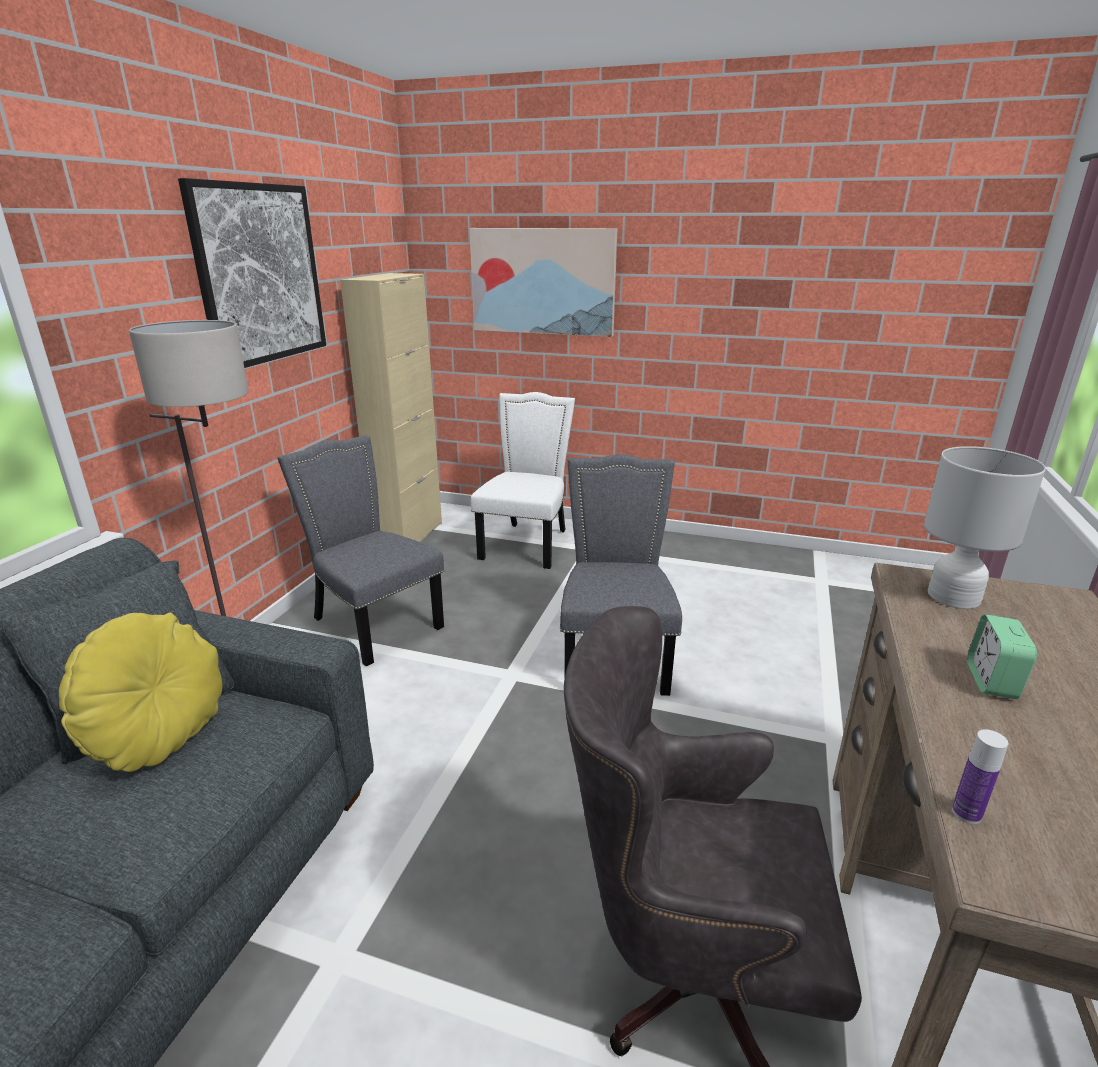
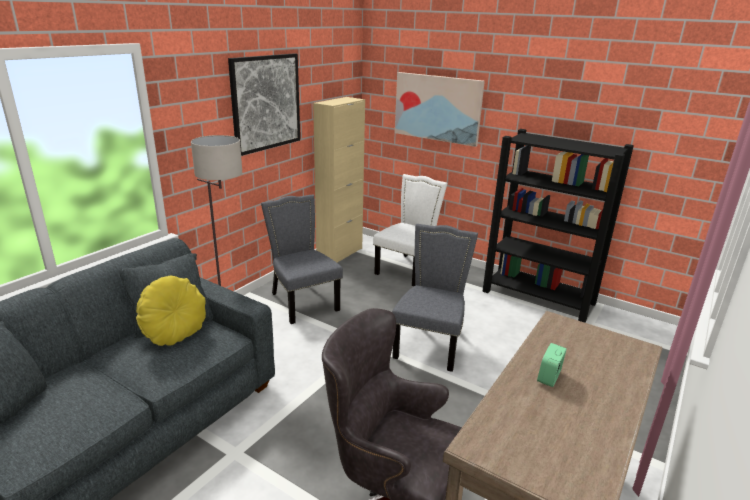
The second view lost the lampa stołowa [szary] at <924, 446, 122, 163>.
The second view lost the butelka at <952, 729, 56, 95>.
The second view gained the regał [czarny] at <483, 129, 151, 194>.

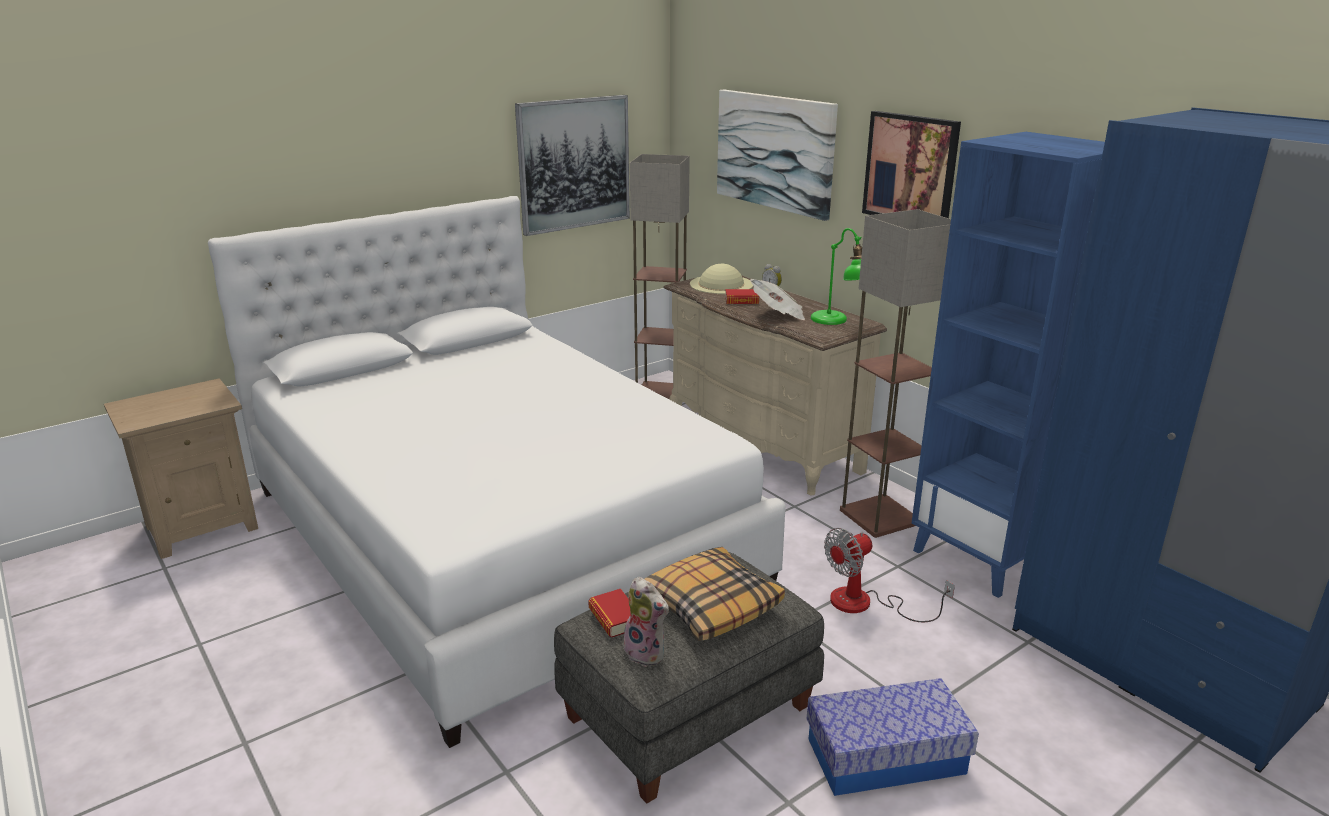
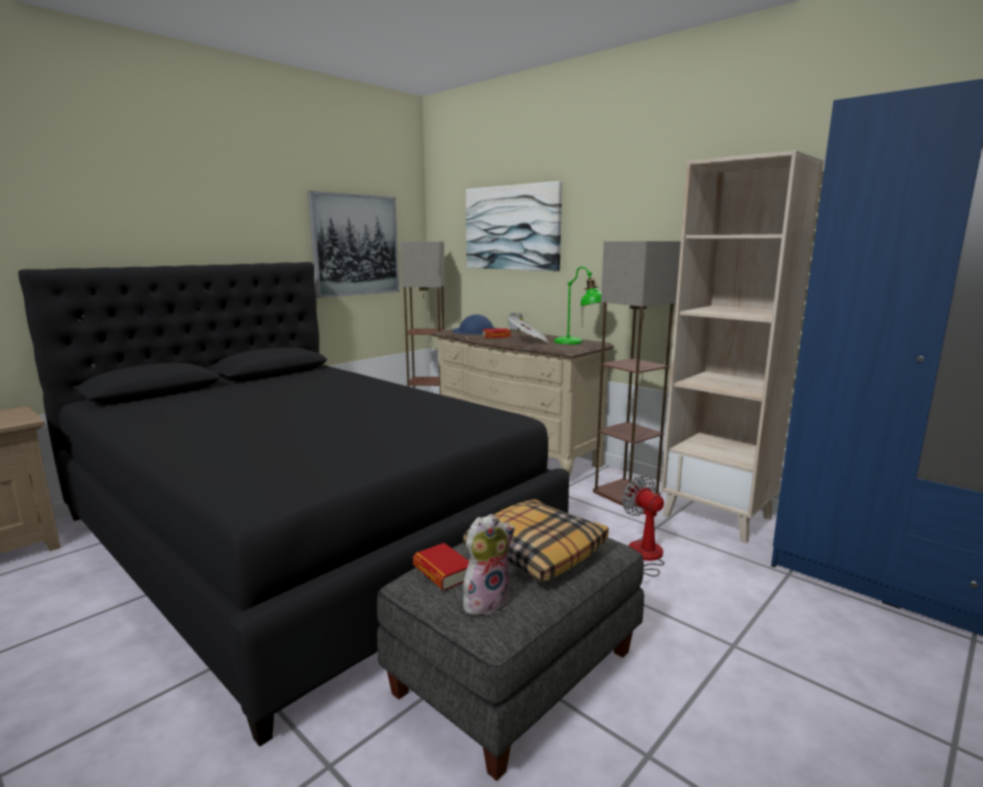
The second view lost the pojemnik do przechowywania at <807, 678, 172, 118>.
The second view lost the obraz at <862, 111, 99, 107>.
What was the łóżko [biały] at <208, 196, 578, 552> turned into the łóżko [czarny] at <18, 262, 551, 485>.
What was the kapelusz [beżowy] at <690, 264, 63, 30> turned into the kapelusz [niebieski] at <452, 315, 47, 20>.
What was the regał [niebieski] at <912, 132, 193, 466> turned into the regał [beżowy] at <661, 150, 163, 393>.
The pluszak at <624, 577, 45, 90> ended up facing another way, 60 degrees counterclockwise from before.
The wentylator at <824, 528, 131, 94> ended up facing another way, 105 degrees clockwise from before.

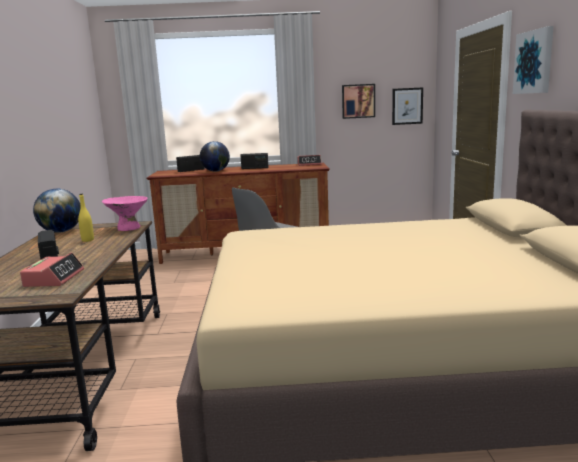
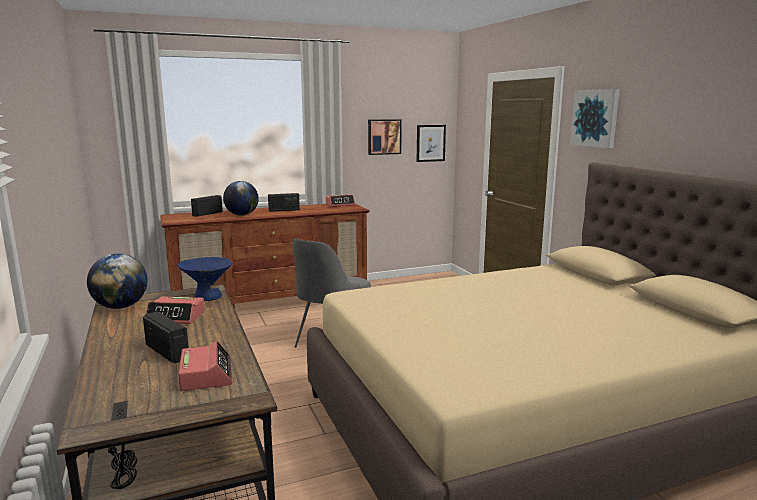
Where the butelka [żółty] stood at <78, 194, 16, 48>, the budzik came to stand at <146, 297, 59, 27>.
What was the miska [różowy] at <102, 196, 46, 35> turned into the miska [niebieski] at <177, 257, 55, 44>.

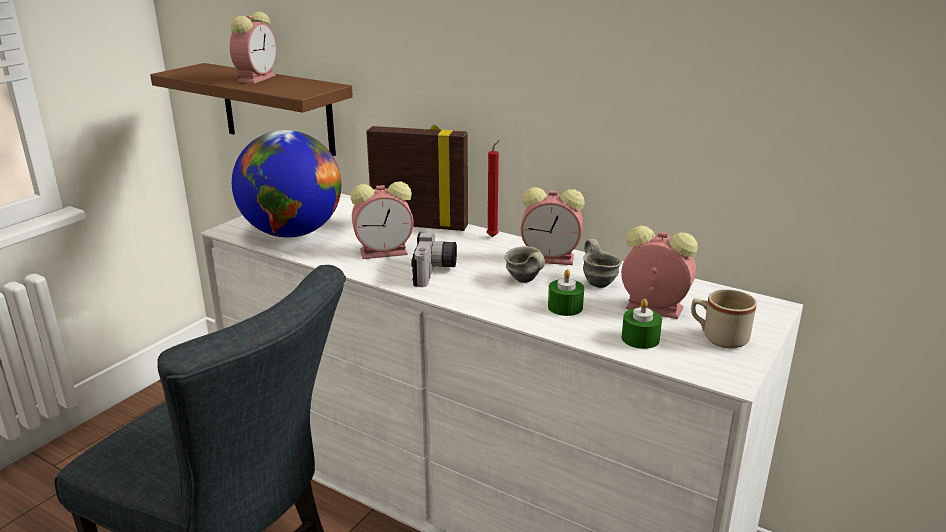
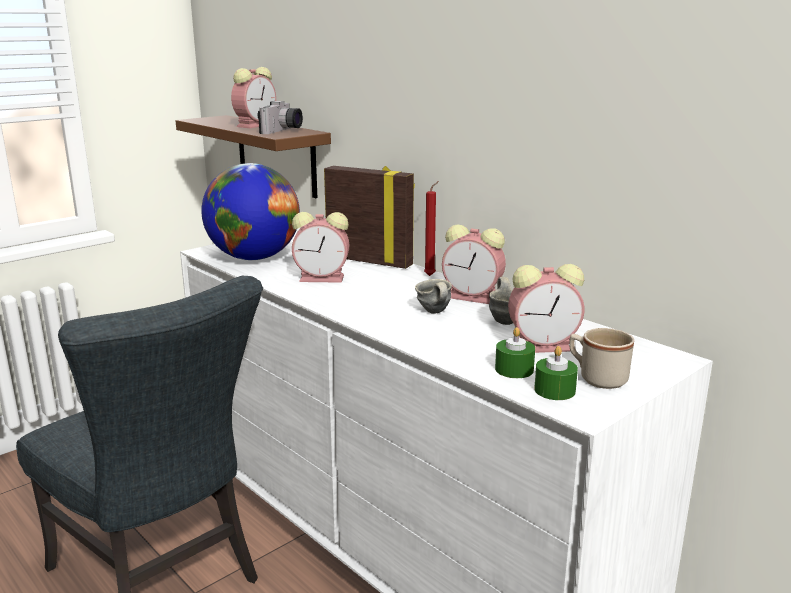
The aparat fotograficzny ended up elsewhere, having gone from <411, 229, 46, 58> to <257, 101, 46, 33>.
The świeca [zielony] ended up elsewhere, having gone from <548, 269, 36, 47> to <534, 346, 44, 54>.
The budzik at <621, 226, 77, 93> ended up facing another way, 135 degrees clockwise from before.

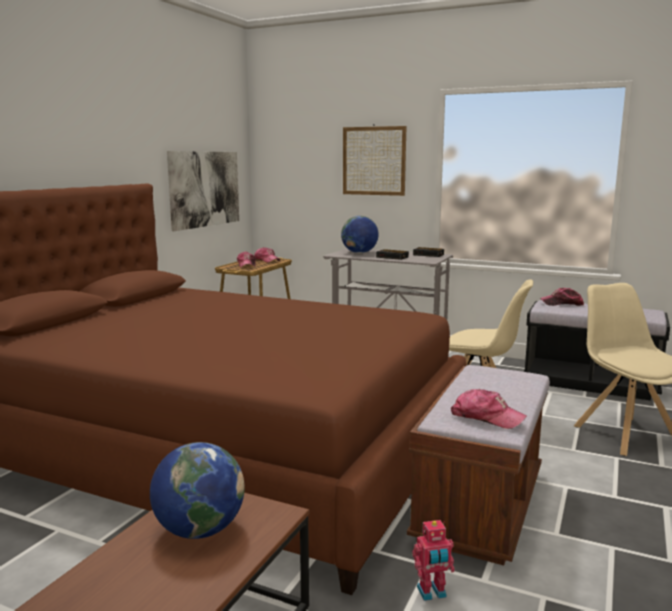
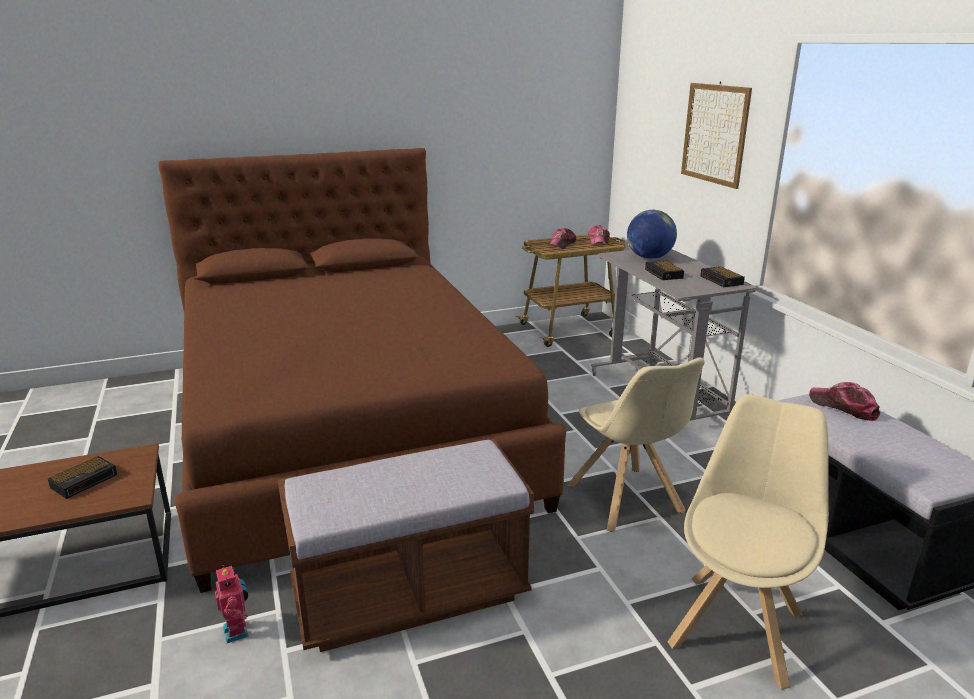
The second view lost the obraz at <167, 151, 72, 80>.
The second view lost the czapka z daszkiem at <451, 389, 76, 40>.
Where the globus stood at <150, 442, 95, 97>, the budzik came to stand at <48, 456, 70, 43>.
The robot zabawkowy at <412, 520, 43, 81> ended up facing another way, 150 degrees counterclockwise from before.

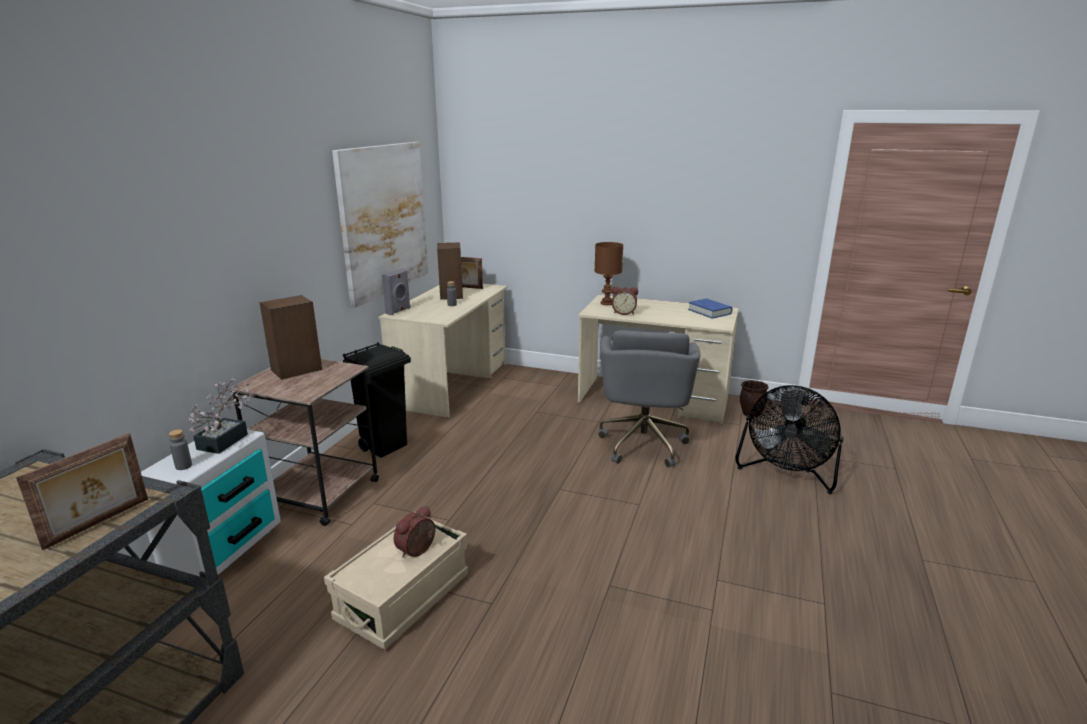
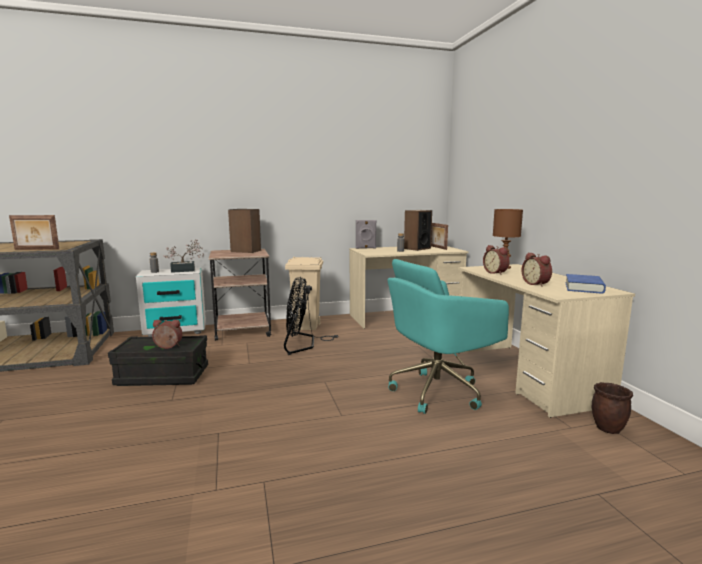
The second view lost the obraz at <332, 142, 96, 166>.
The second view gained the budzik at <521, 252, 31, 35>.
The wentylator [czarny] ended up elsewhere, having gone from <735, 385, 109, 109> to <284, 276, 55, 79>.
What was the pojemnik do przechowywania [beżowy] at <324, 512, 144, 138> turned into the pojemnik do przechowywania [czarny] at <108, 335, 100, 51>.
What was the kosz na śmieci [czarny] at <343, 342, 68, 116> turned into the kosz na śmieci [beżowy] at <285, 257, 38, 73>.
What was the krzesło biurowe [szary] at <598, 330, 102, 138> turned into the krzesło biurowe [turkusowy] at <388, 259, 121, 155>.

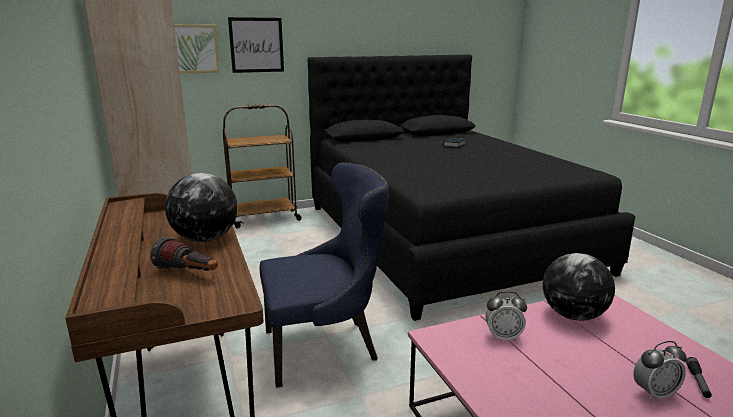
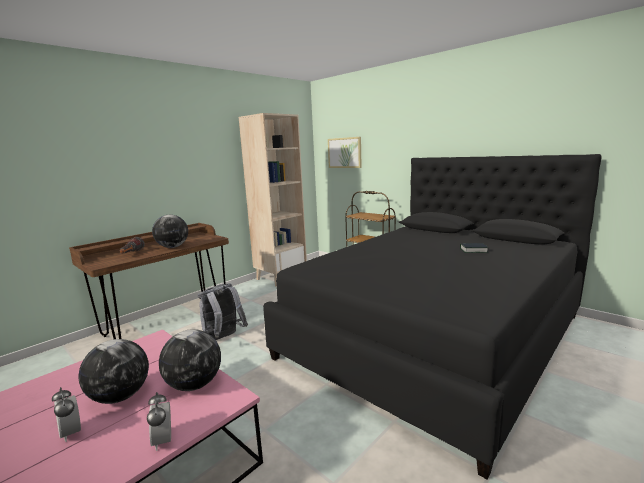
The second view lost the obraz at <228, 17, 56, 56>.
The second view lost the latarka at <686, 357, 26, 41>.
The second view gained the globus at <78, 339, 71, 65>.
The budzik ended up elsewhere, having gone from <485, 291, 42, 50> to <147, 392, 24, 59>.
Where the krzesło [niebieski] stood at <260, 162, 129, 226>, the plecak [szary] came to stand at <198, 283, 50, 57>.

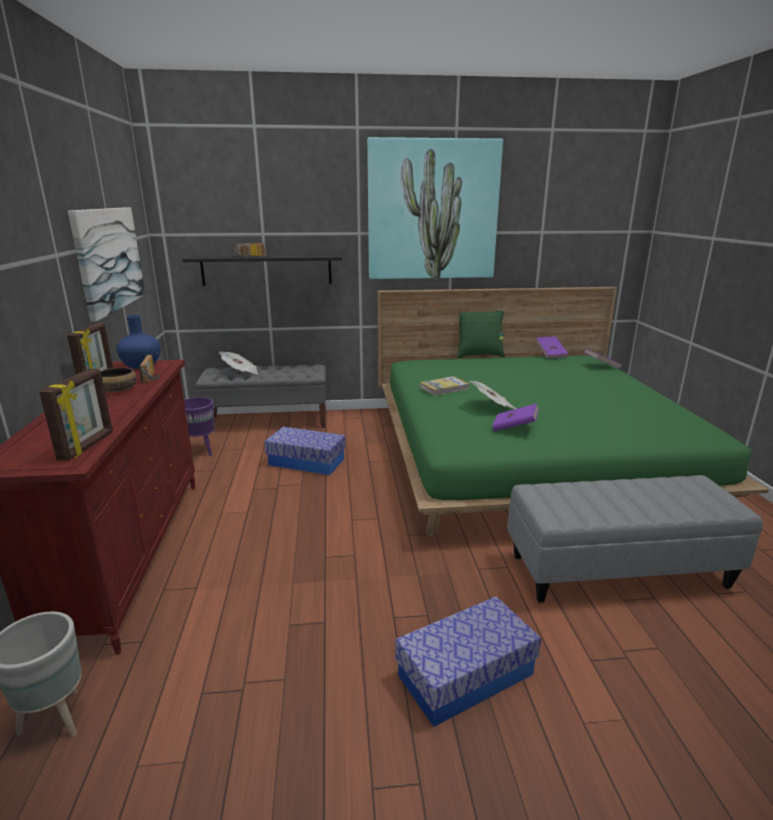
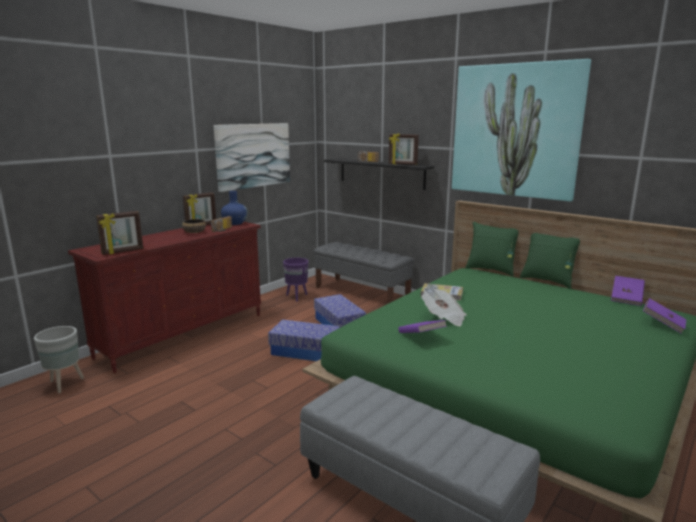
The second view lost the gazeta at <219, 351, 39, 23>.
The second view gained the ramka na zdjęcie at <389, 133, 30, 32>.
The second view gained the poduszka [zielony] at <465, 222, 53, 54>.
The pojemnik do przechowywania ended up elsewhere, having gone from <395, 596, 146, 131> to <268, 319, 72, 42>.

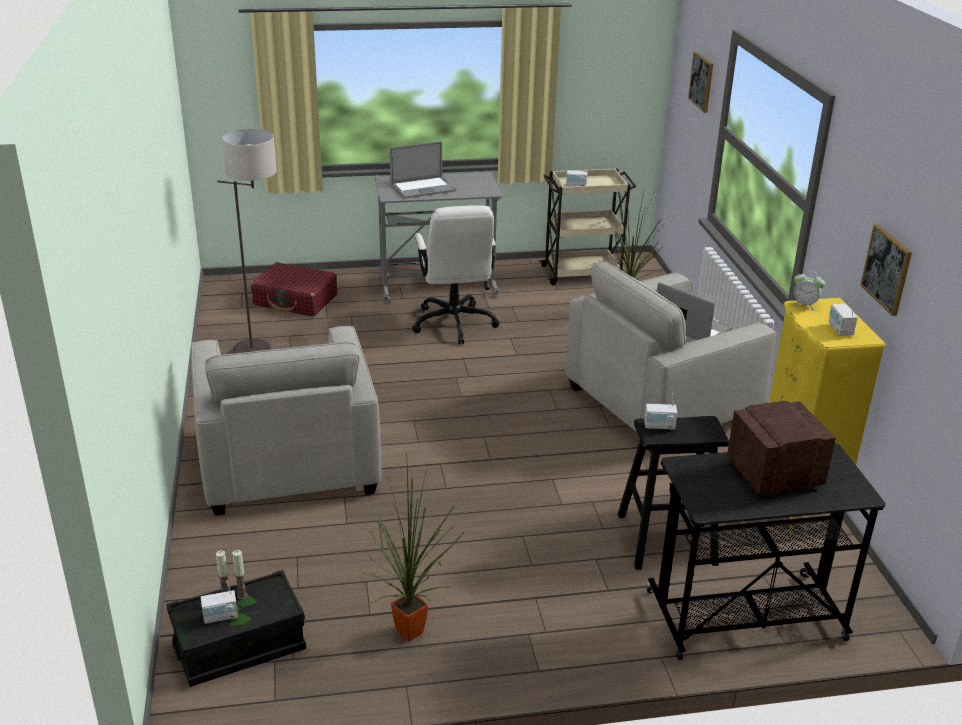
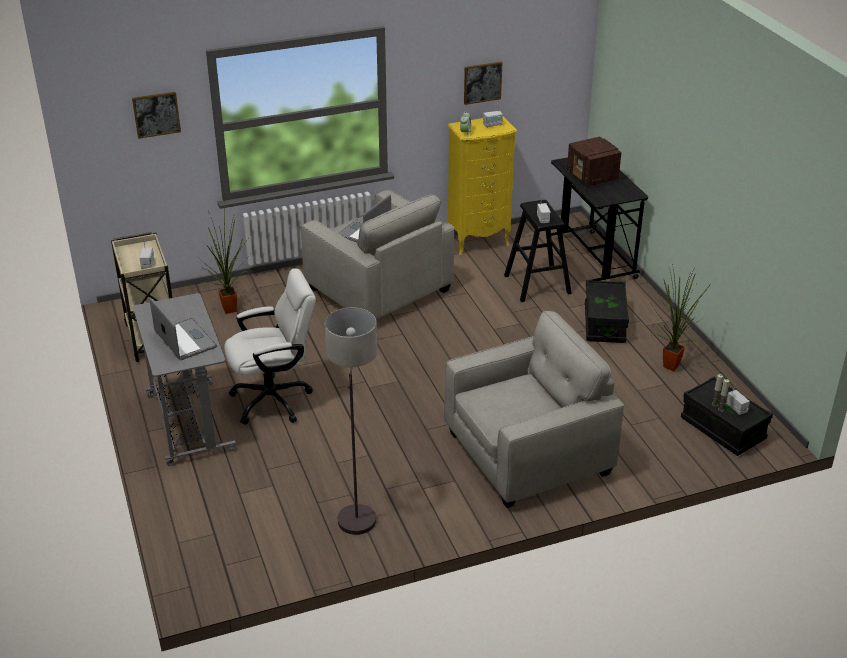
The second view lost the walizka [czerwony] at <251, 262, 86, 55>.
The second view gained the pojemnik do przechowywania [czarny] at <585, 280, 44, 63>.

